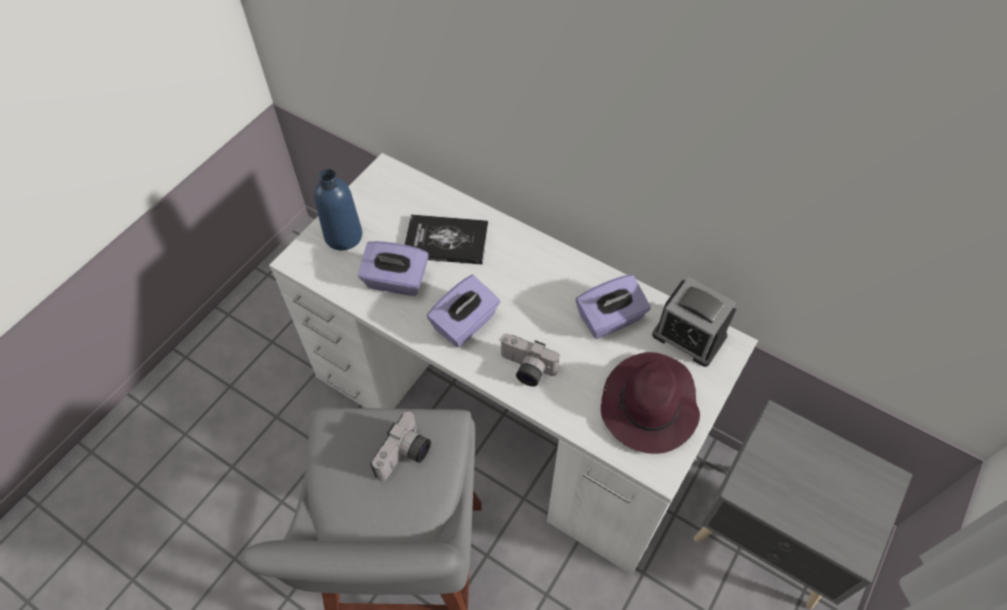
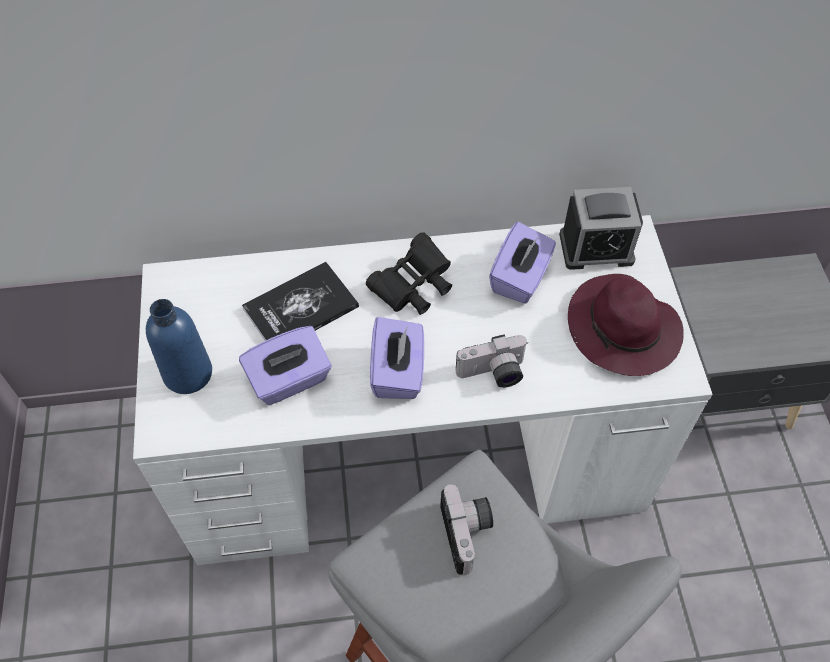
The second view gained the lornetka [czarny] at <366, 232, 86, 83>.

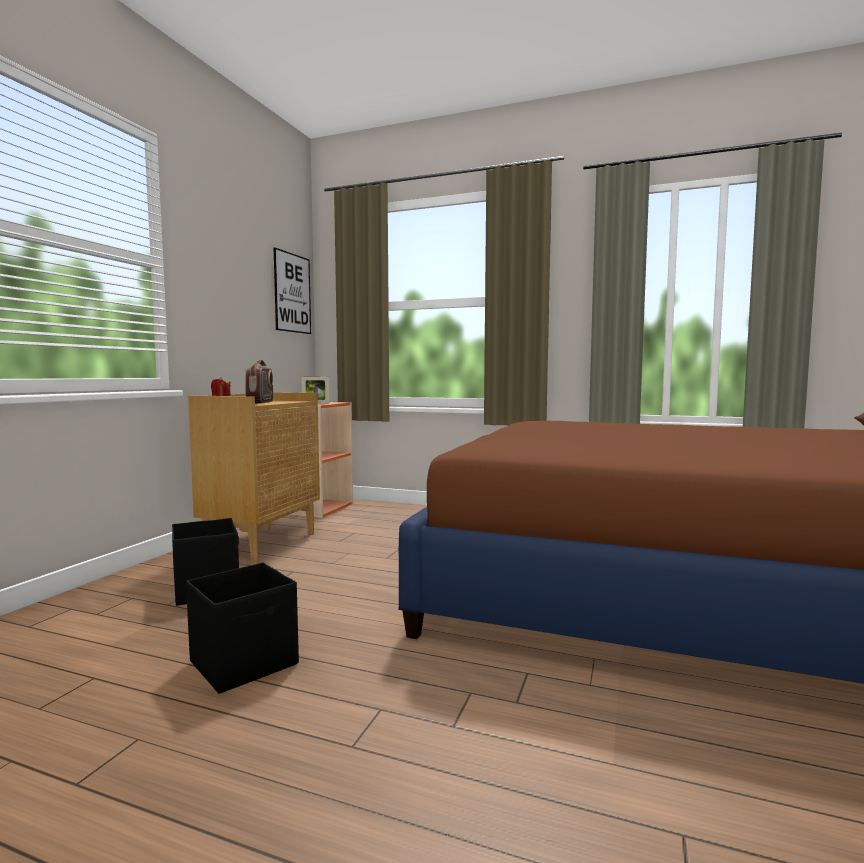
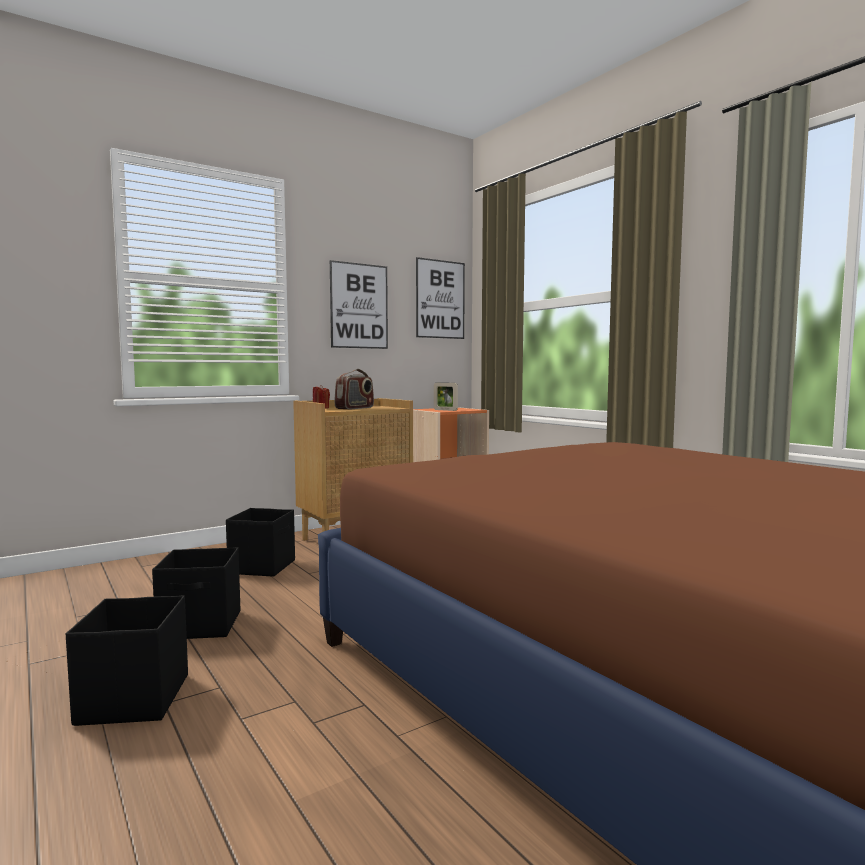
The second view gained the pojemnik do przechowywania [czarny] at <66, 595, 122, 131>.
The second view gained the obraz at <330, 260, 58, 89>.

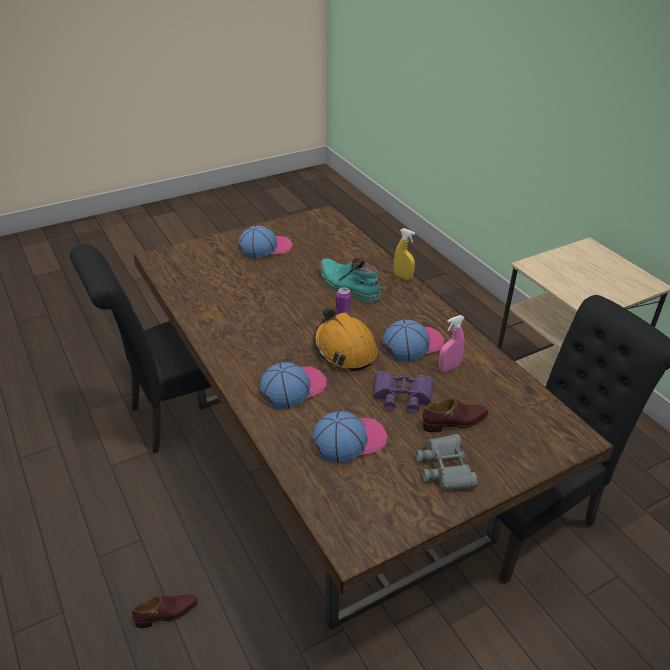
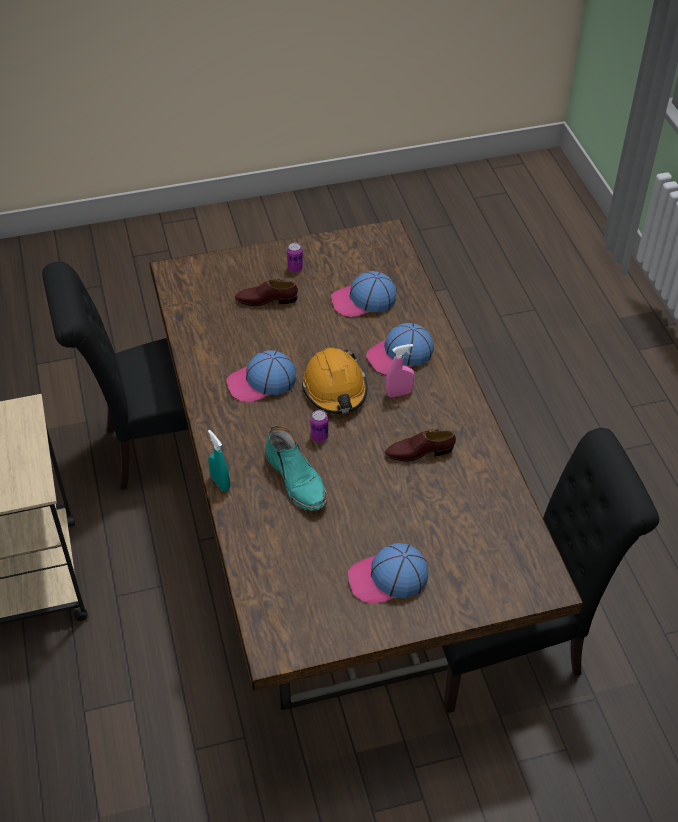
The second view lost the lornetka [fioletowy] at <374, 371, 60, 42>.
The but [brązowy] ended up elsewhere, having gone from <132, 595, 66, 33> to <385, 429, 71, 33>.
The spryskiwacz [różowy] ended up elsewhere, having gone from <439, 315, 26, 57> to <385, 344, 29, 53>.
Where the lornetka [szary] stood at <416, 434, 62, 56>, the puszka came to stand at <287, 242, 16, 31>.
What was the spryskiwacz [żółty] at <394, 228, 21, 52> turned into the spryskiwacz [turkusowy] at <208, 430, 22, 62>.

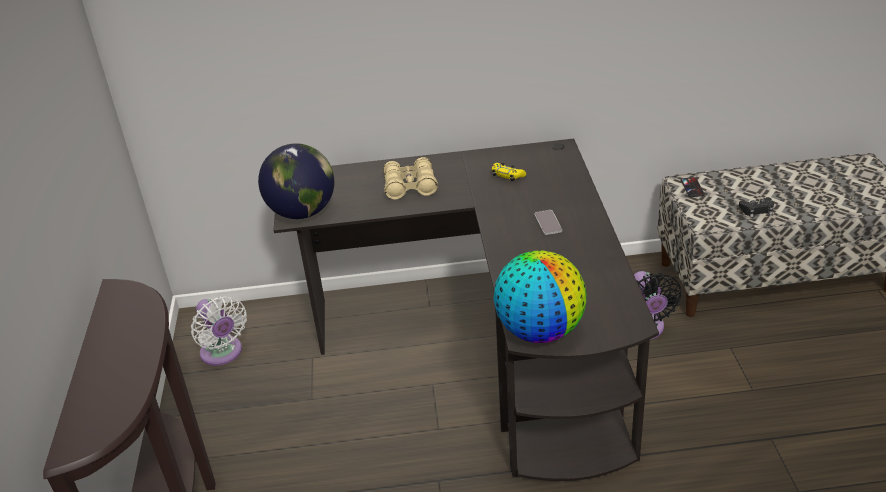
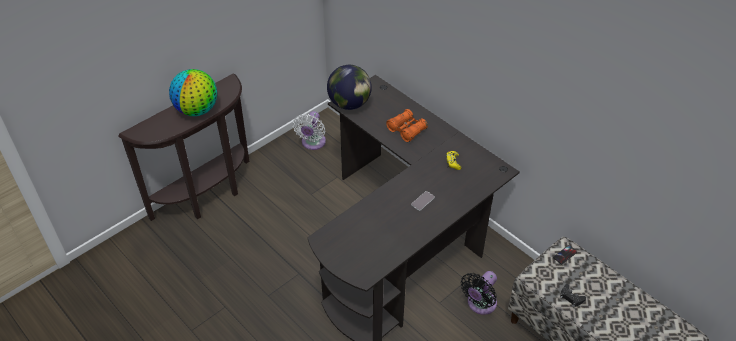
The globus ended up elsewhere, having gone from <493, 250, 93, 93> to <169, 69, 48, 47>.
What was the lornetka [beżowy] at <383, 157, 55, 43> turned into the lornetka [pomarańczowy] at <386, 109, 42, 33>.

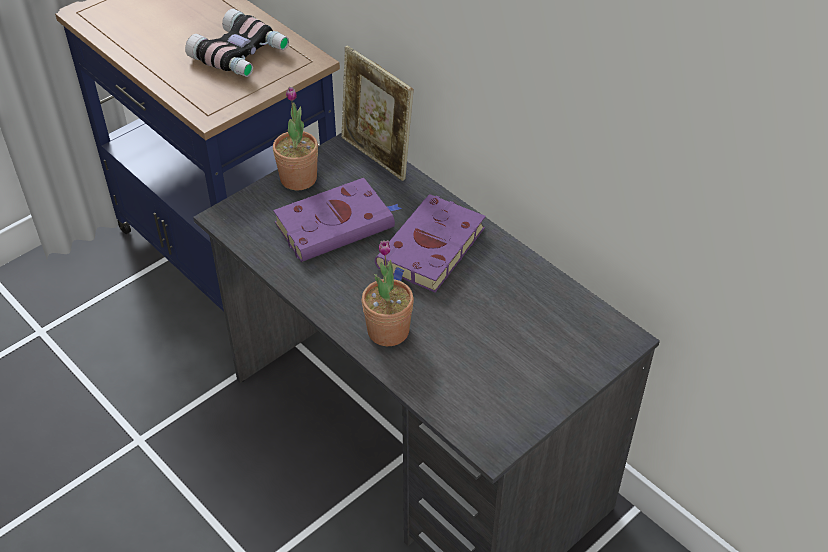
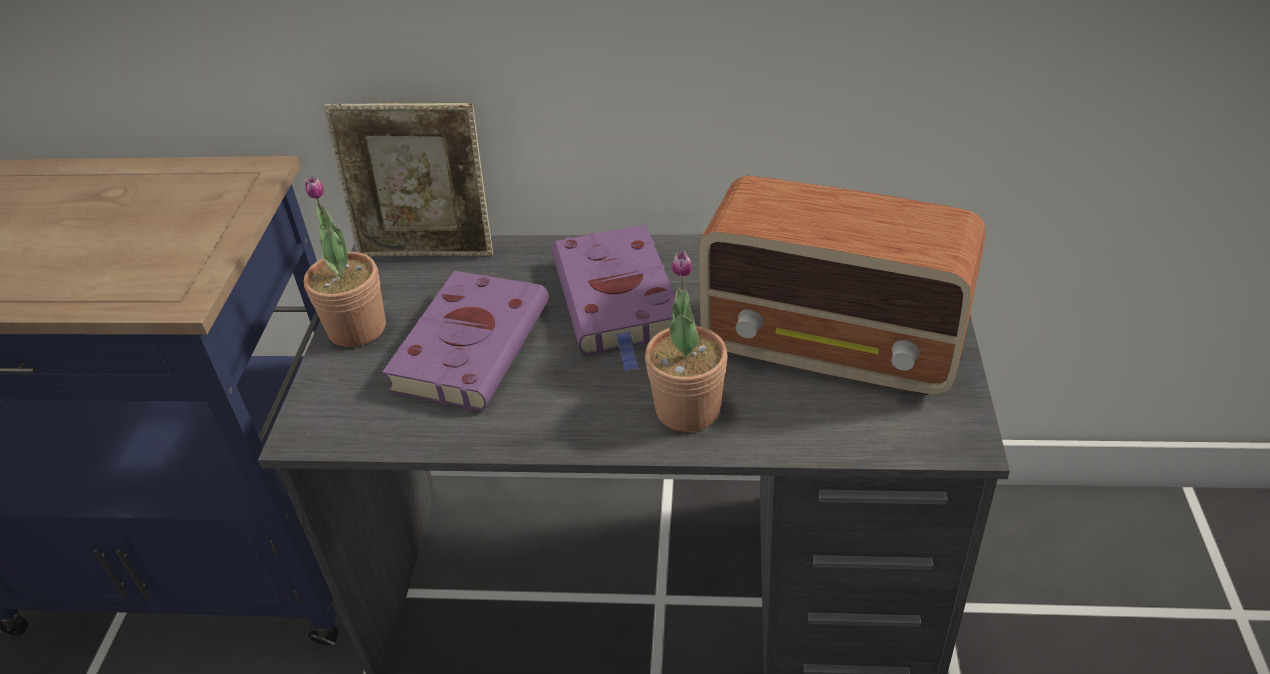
The second view lost the lornetka at <185, 9, 104, 68>.
The second view gained the radio at <699, 175, 287, 220>.

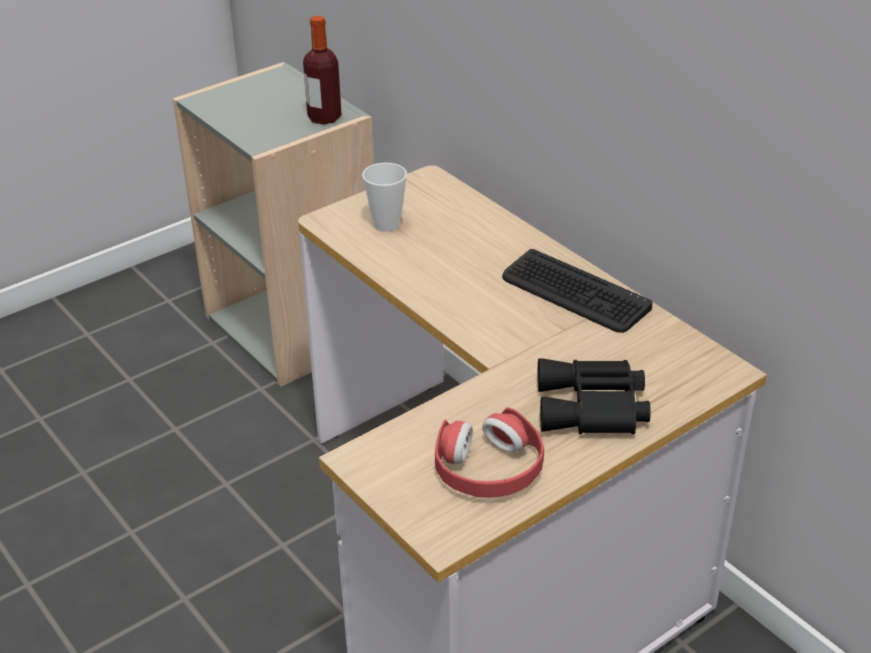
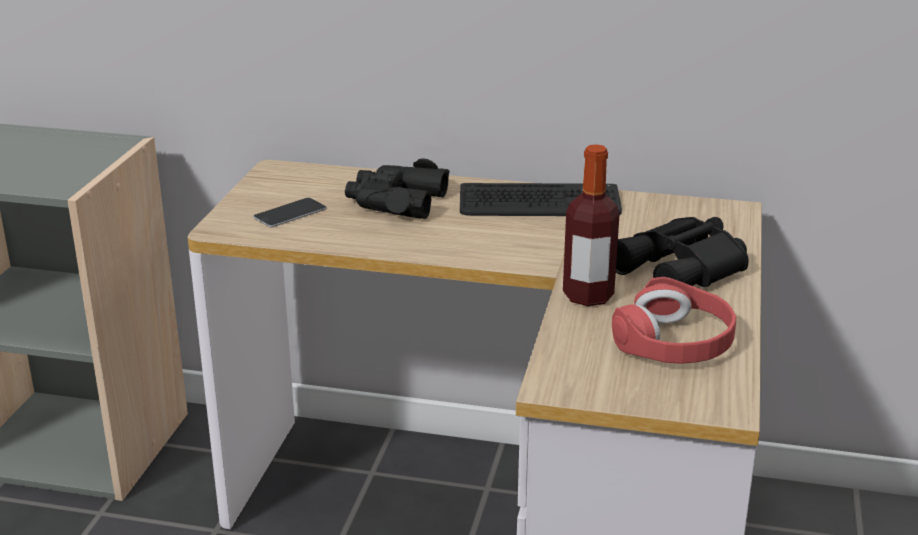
The second view gained the lornetka [czarny] at <345, 158, 105, 61>.
The butelka ended up elsewhere, having gone from <303, 16, 39, 108> to <563, 144, 57, 162>.
Where the filiżanka stood at <362, 163, 45, 69>, the telefon came to stand at <253, 198, 74, 29>.

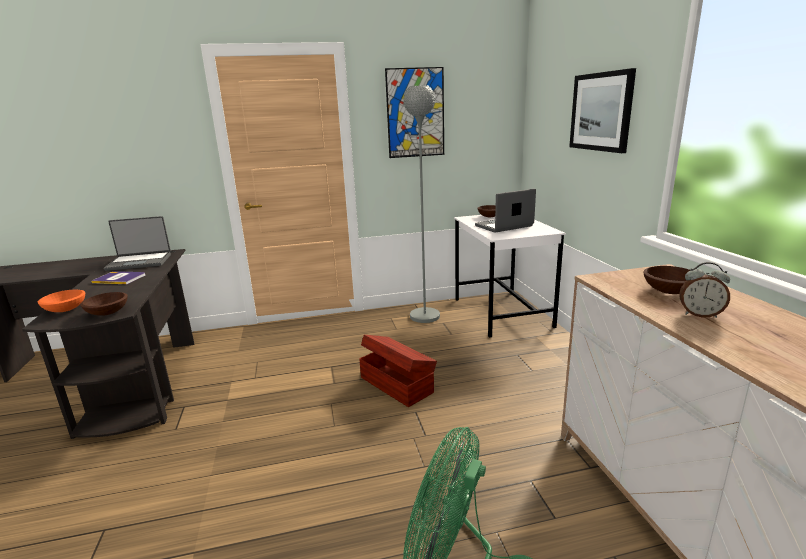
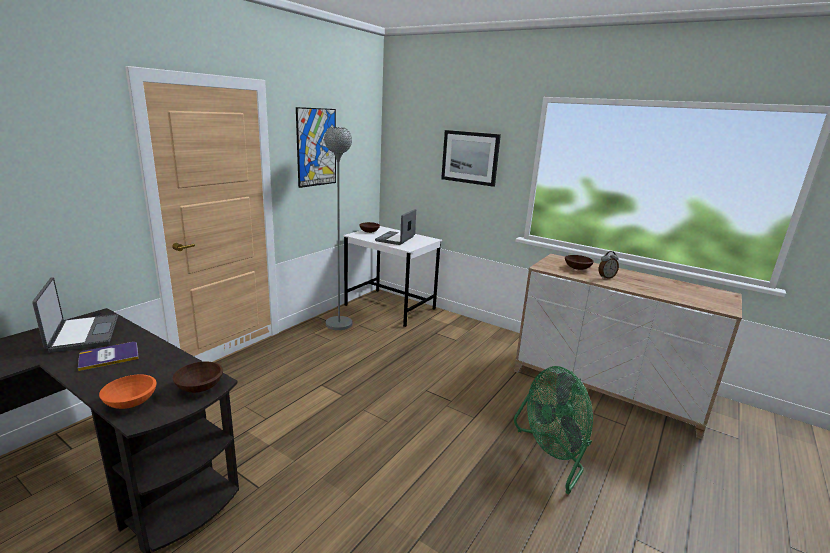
The second view lost the pojemnik do przechowywania [brązowy] at <359, 335, 78, 72>.
The laptop at <104, 216, 67, 55> ended up facing another way, 60 degrees counterclockwise from before.

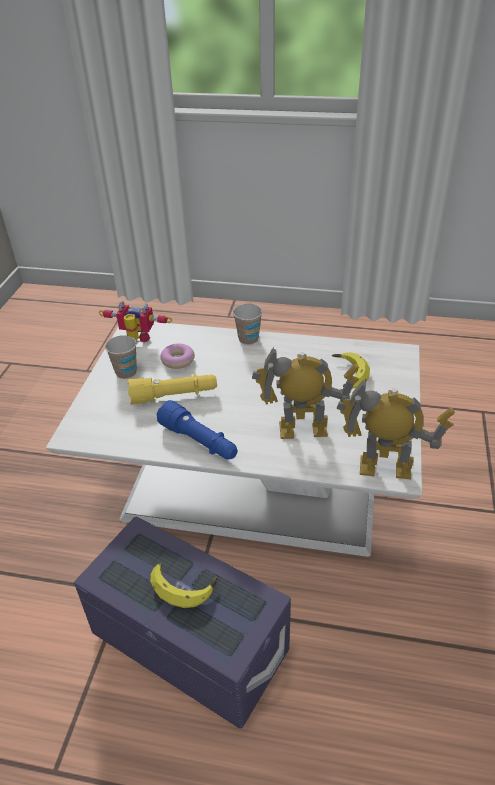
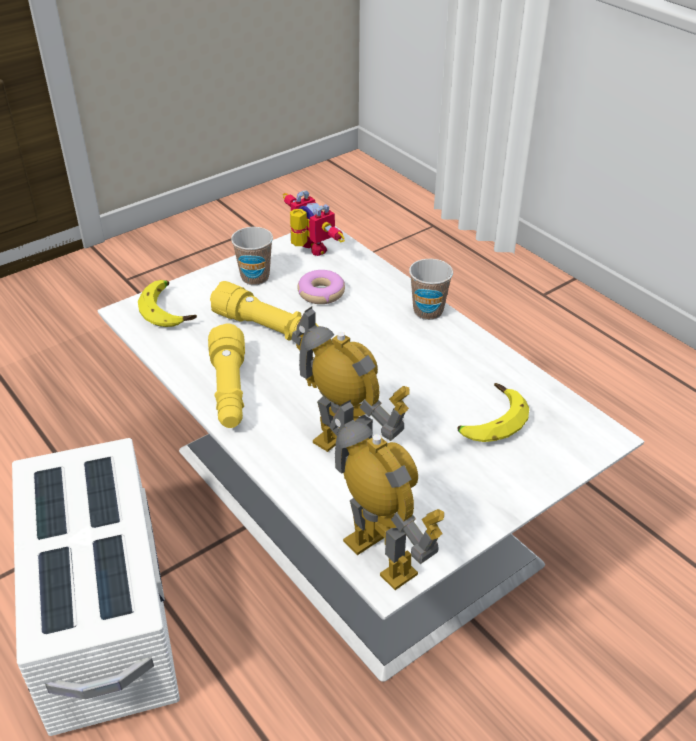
The banan ended up elsewhere, having gone from <150, 563, 67, 45> to <138, 280, 59, 47>.
What was the pojemnik do przechowywania [fioletowy] at <74, 517, 217, 212> turned into the pojemnik do przechowywania [biały] at <12, 438, 168, 298>.
What was the latarka [niebieski] at <157, 400, 81, 59> turned into the latarka [żółty] at <208, 323, 37, 105>.

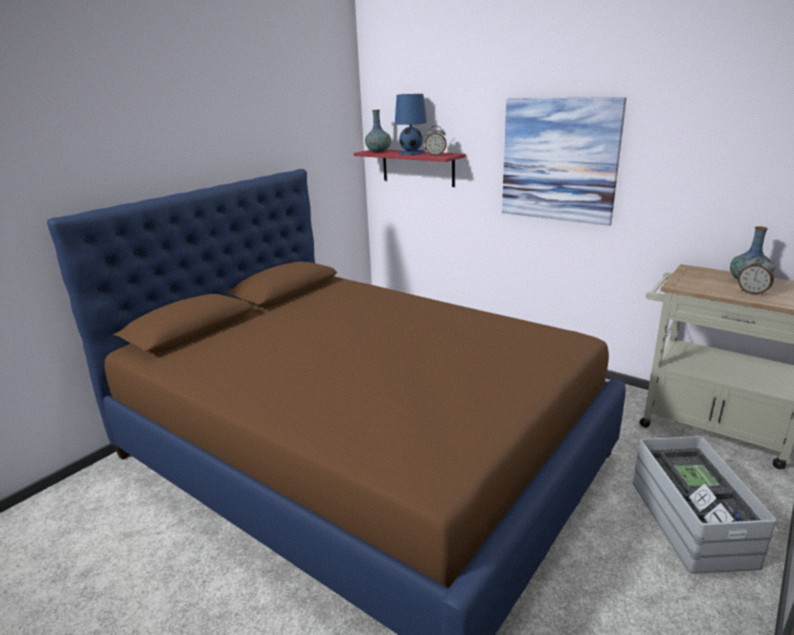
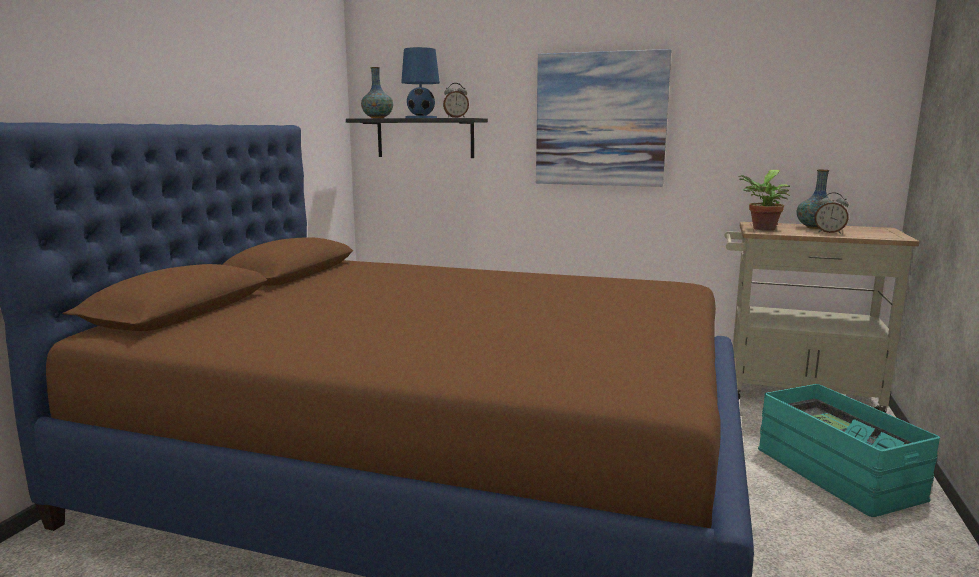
The second view gained the roślina doniczkowa at <738, 170, 52, 61>.
What was the półka [czerwony] at <354, 150, 112, 37> turned into the półka [czarny] at <346, 118, 142, 40>.
What was the pojemnik do przechowywania [szary] at <632, 436, 145, 138> turned into the pojemnik do przechowywania [turkusowy] at <758, 384, 182, 133>.

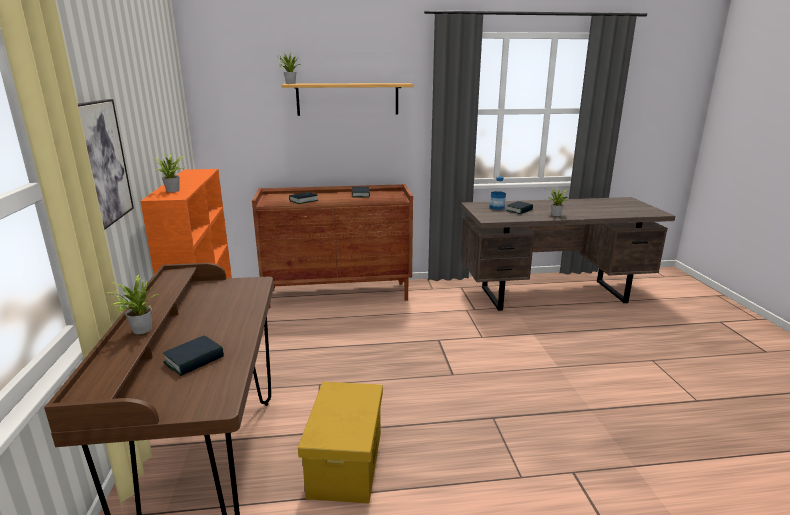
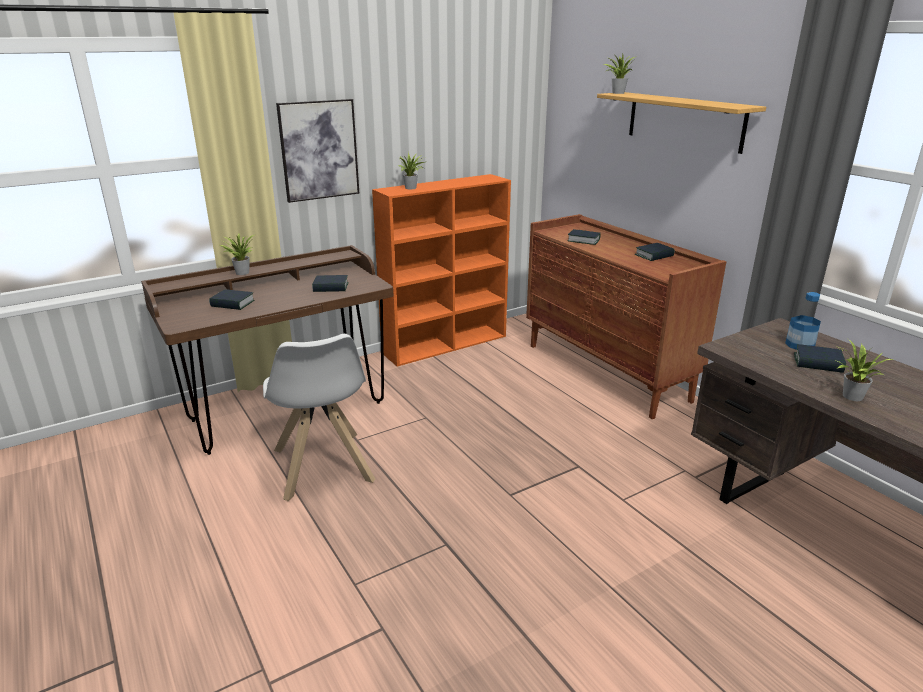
The second view gained the książka at <312, 275, 36, 17>.
Where the pojemnik do przechowywania [żółty] stood at <298, 382, 85, 121>, the krzesło came to stand at <263, 334, 112, 167>.

